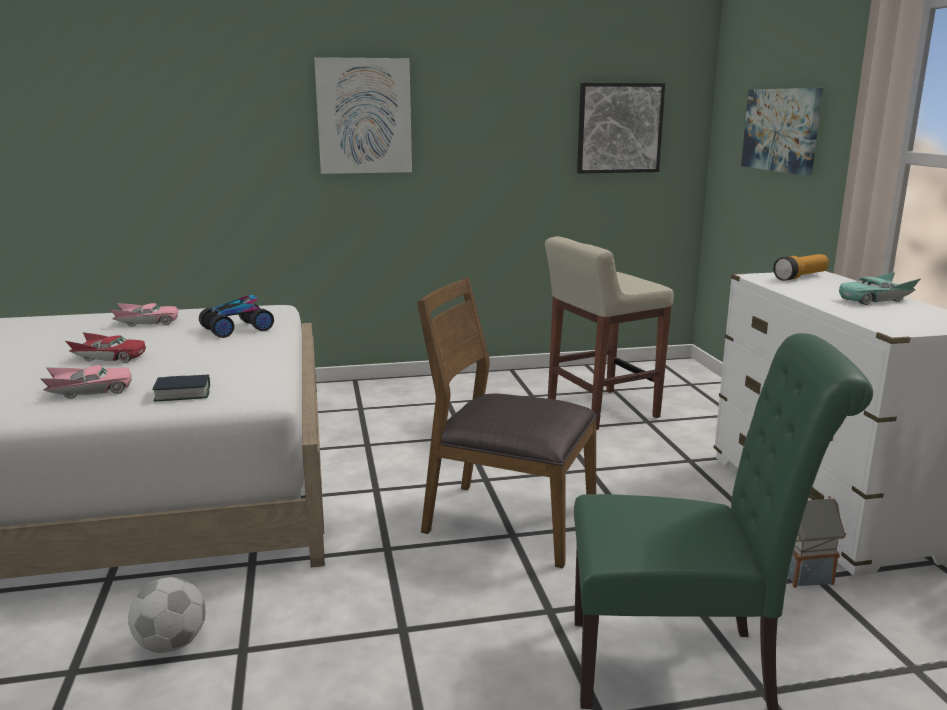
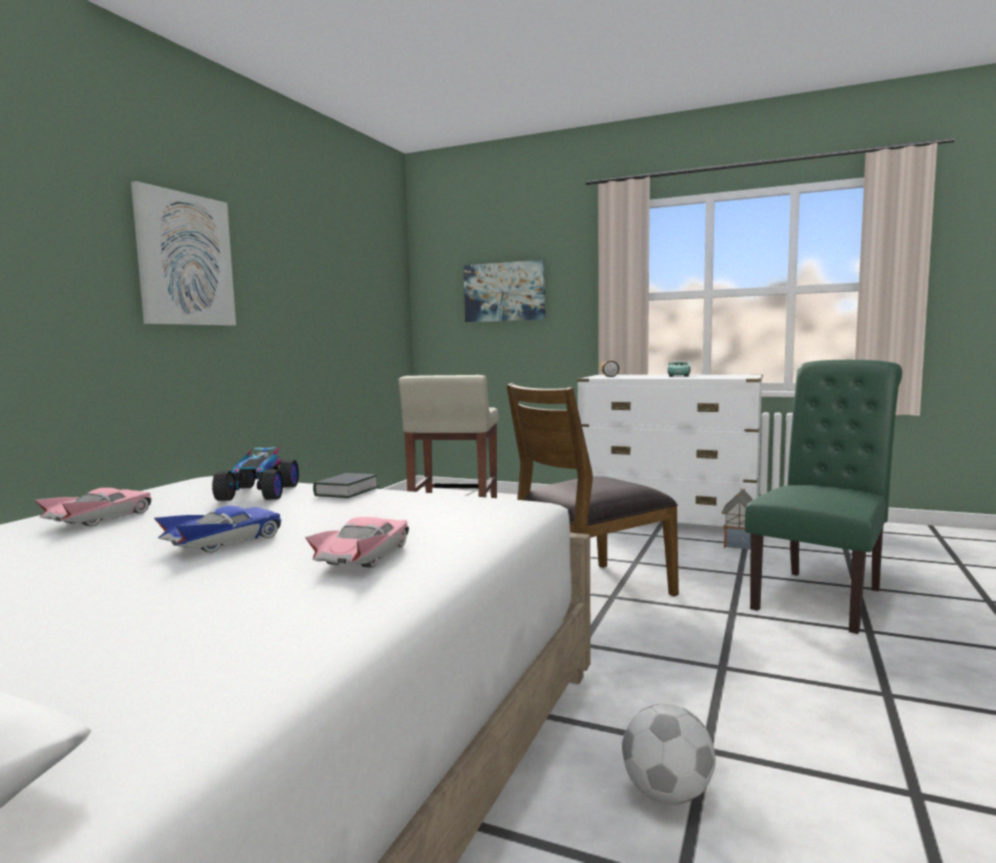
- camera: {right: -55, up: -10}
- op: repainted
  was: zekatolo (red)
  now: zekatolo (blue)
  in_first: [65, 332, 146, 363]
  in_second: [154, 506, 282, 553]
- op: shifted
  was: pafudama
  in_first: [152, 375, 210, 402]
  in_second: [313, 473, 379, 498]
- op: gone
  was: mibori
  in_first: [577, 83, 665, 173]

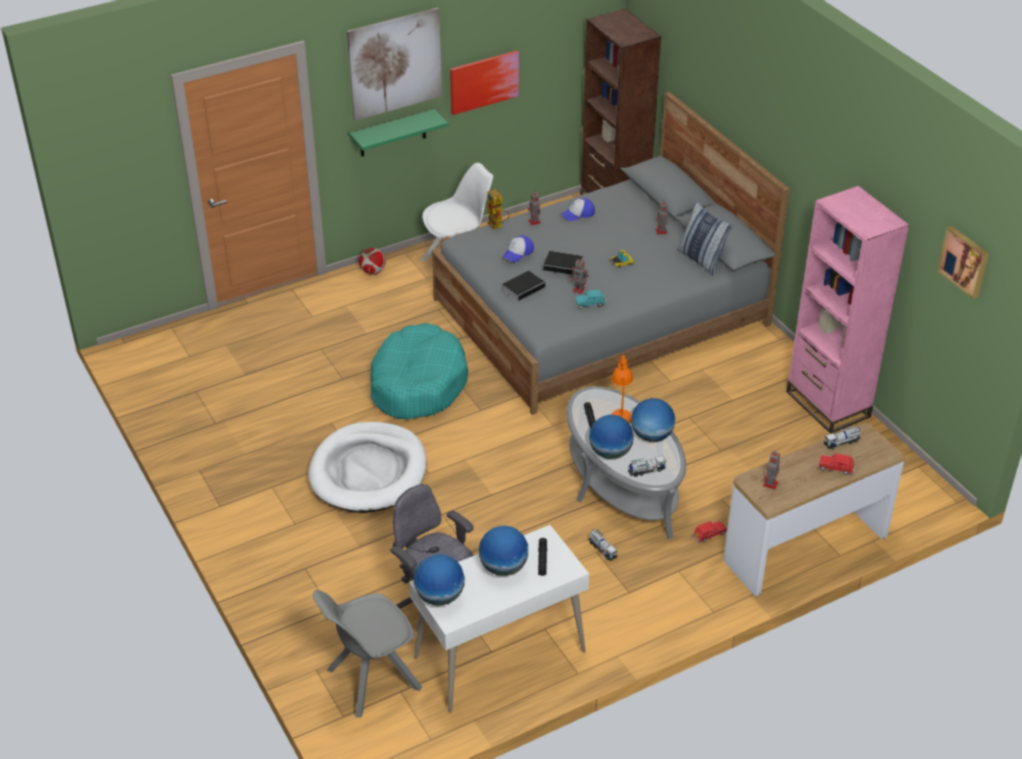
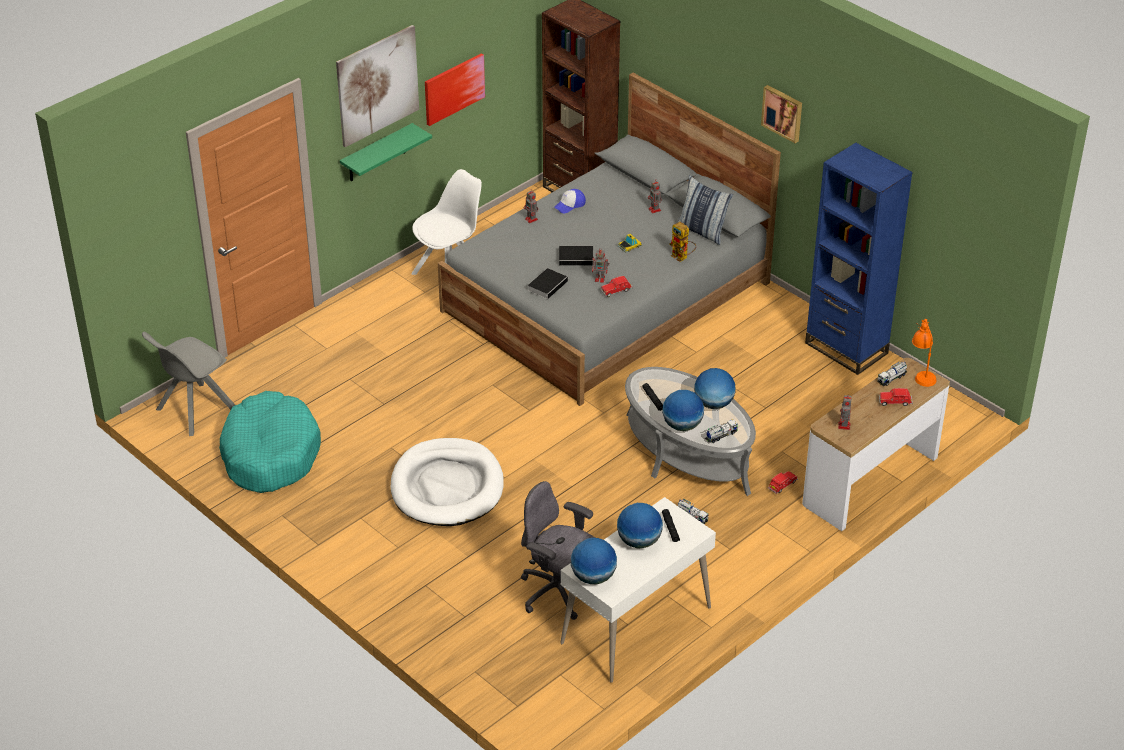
- camera: {right: -15, up: 0}
- op: shifted
  was: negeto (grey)
  in_first: [313, 590, 422, 718]
  in_second: [142, 332, 235, 436]
- op: shifted
  was: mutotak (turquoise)
  in_first: [371, 323, 468, 420]
  in_second: [219, 391, 321, 493]
- op: repainted
  was: zekatolo (turquoise)
  now: zekatolo (red)
  in_first: [574, 290, 607, 309]
  in_second: [600, 276, 633, 297]
- op: shifted
  was: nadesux
  in_first: [487, 189, 510, 230]
  in_second: [669, 222, 696, 262]
- op: shifted
  was: mibori
  in_first: [937, 226, 989, 299]
  in_second: [761, 85, 802, 143]
- op: repainted
  was: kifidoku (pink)
  now: kifidoku (blue)
  in_first: [786, 186, 909, 434]
  in_second: [805, 143, 913, 375]
- op: shifted
  was: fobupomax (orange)
  in_first: [611, 355, 633, 424]
  in_second: [912, 319, 937, 387]
- op: gone
  was: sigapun
  in_first: [359, 248, 386, 275]
- op: gone
  was: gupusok
  in_first: [502, 235, 534, 262]

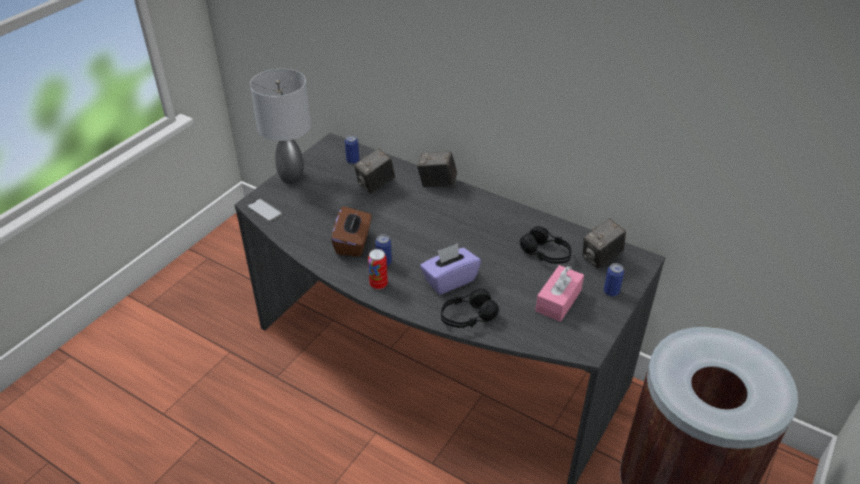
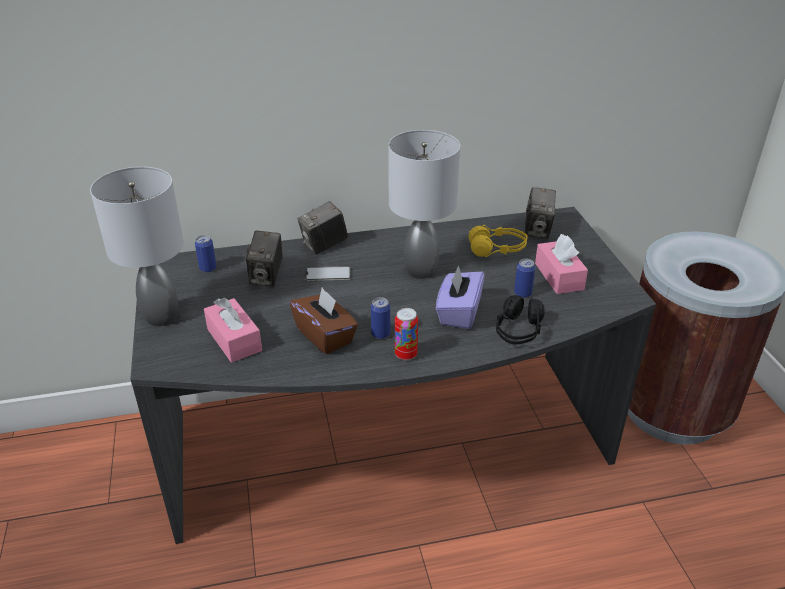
- camera: {right: -45, up: -5}
- op: new
  now: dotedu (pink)
  in_second: [204, 297, 262, 363]
- op: shifted
  was: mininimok
  in_first: [246, 198, 283, 222]
  in_second: [305, 266, 351, 281]
- op: new
  now: fobupomax (grey)
  in_second: [388, 130, 460, 279]
- op: repainted
  was: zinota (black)
  now: zinota (yellow)
  in_first: [520, 226, 572, 264]
  in_second: [468, 225, 528, 257]
- op: shifted
  was: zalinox
  in_first: [604, 263, 624, 296]
  in_second: [514, 259, 535, 298]

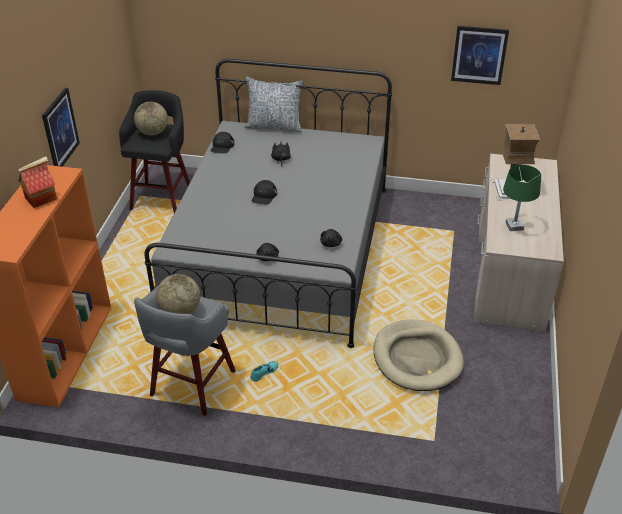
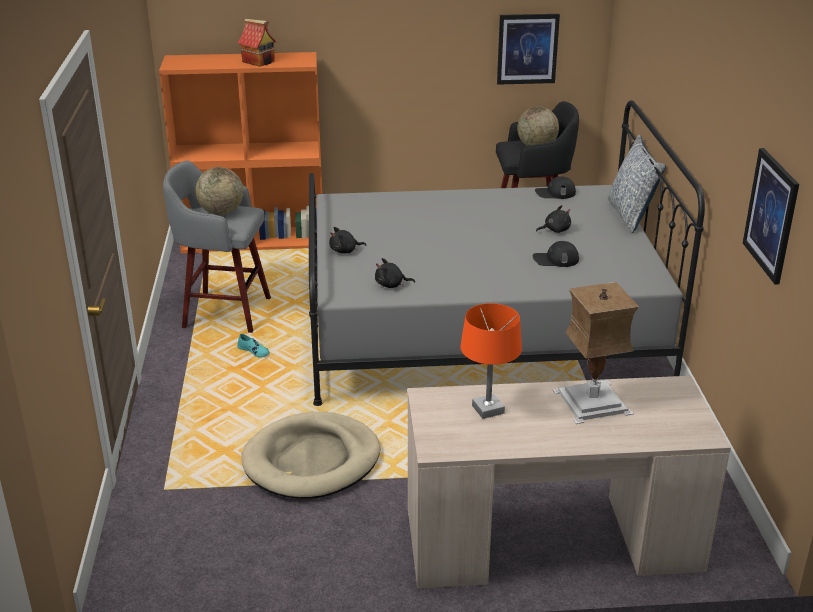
- camera: {right: 75, up: -10}
- op: repainted
  was: fobupomax (green)
  now: fobupomax (orange)
  in_first: [503, 165, 541, 231]
  in_second: [460, 303, 522, 419]
- op: shifted
  was: mibori
  in_first: [42, 87, 80, 167]
  in_second: [497, 14, 560, 85]
- op: shifted
  was: gupusok (black)
  in_first: [252, 180, 277, 204]
  in_second: [533, 241, 579, 267]

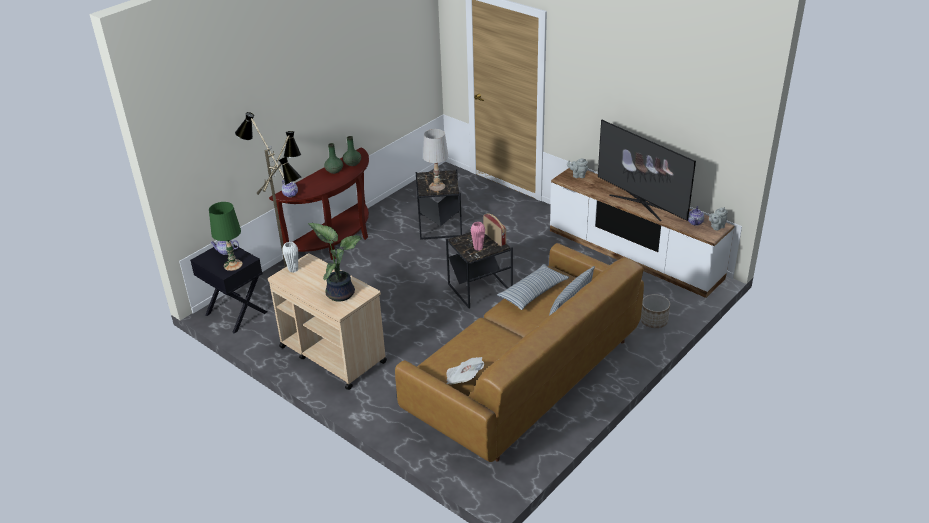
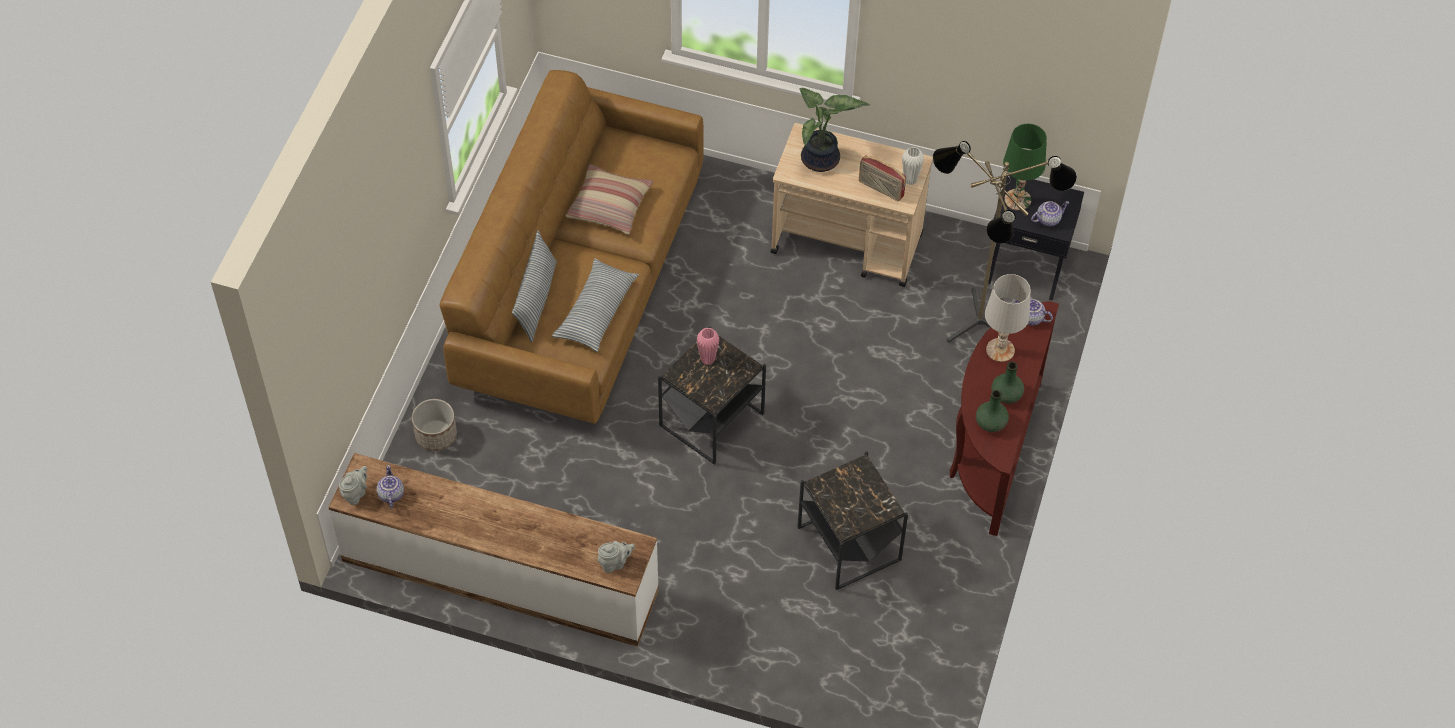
- camera: {right: 155, up: 20}
- op: new
  now: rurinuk
  in_second: [565, 164, 653, 235]
- op: shifted
  was: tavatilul
  in_first: [483, 213, 506, 246]
  in_second: [859, 155, 906, 201]
- op: shifted
  was: fobupomax (white)
  in_first: [423, 129, 448, 191]
  in_second: [985, 274, 1031, 362]
- op: gone
  was: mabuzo
  in_first: [446, 357, 484, 385]
- op: gone
  was: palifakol
  in_first: [598, 120, 696, 221]

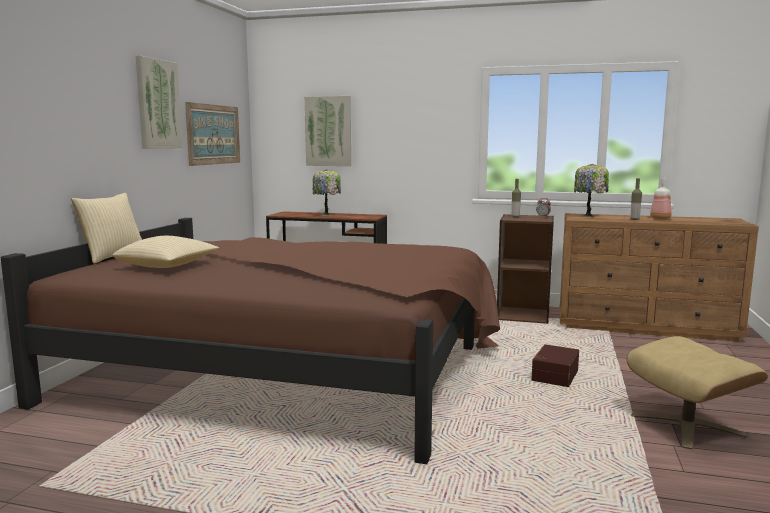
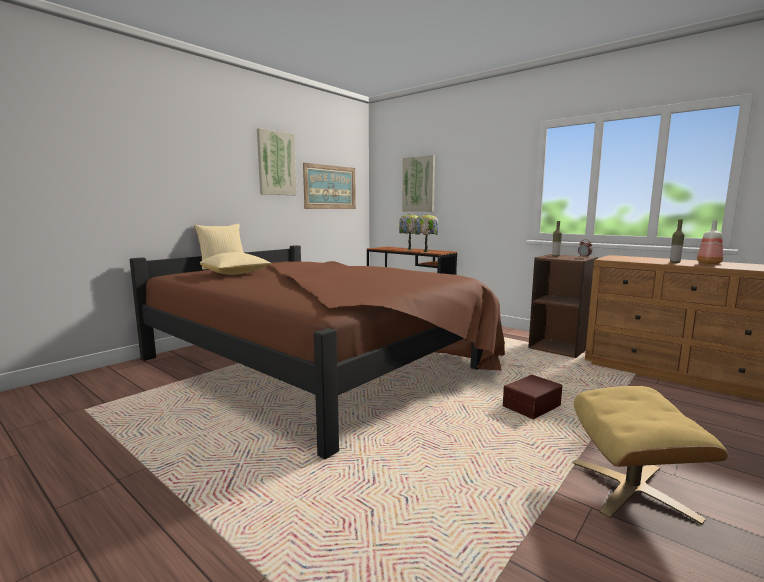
- camera: {right: 25, up: 0}
- op: shifted
  was: fobupomax
  in_first: [574, 164, 609, 217]
  in_second: [415, 214, 438, 253]

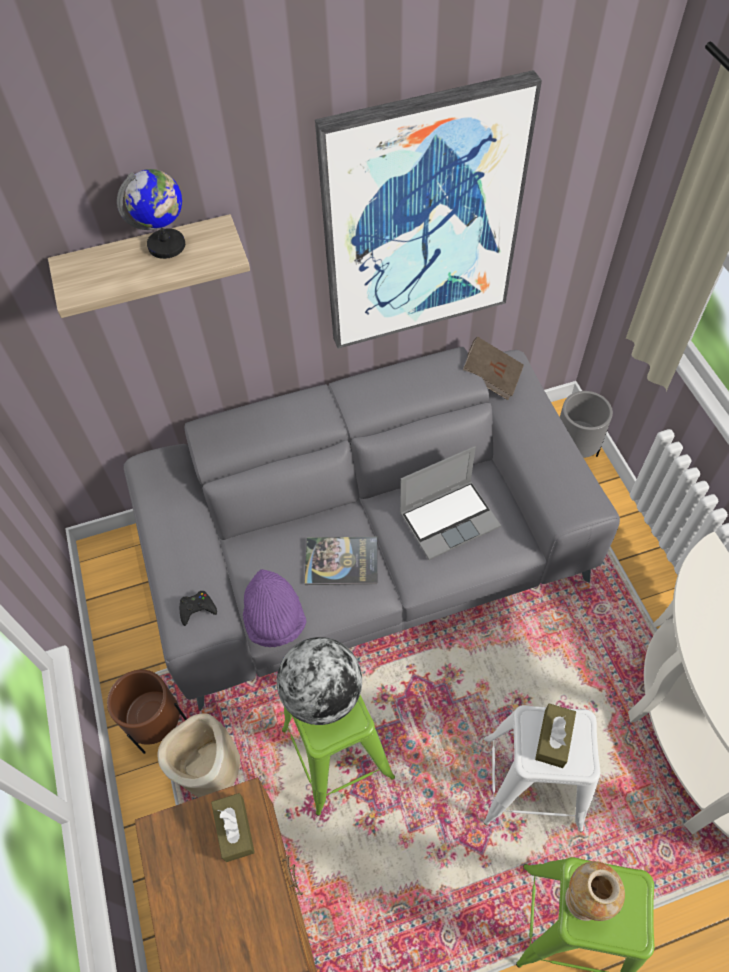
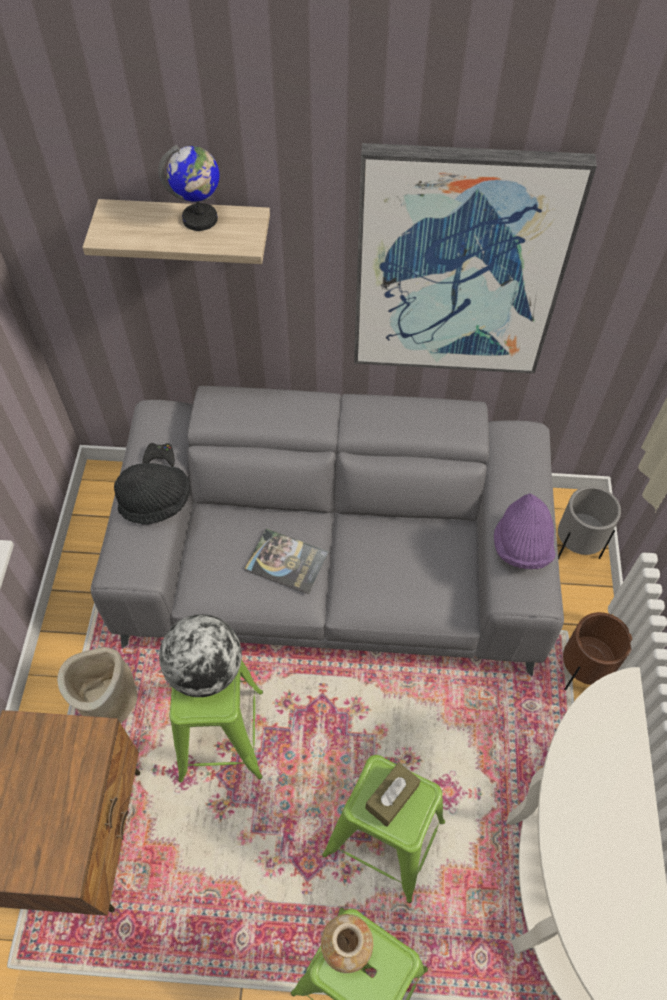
- camera: {right: 20, up: 0}
- op: new
  now: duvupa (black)
  in_second: [114, 463, 190, 525]
- op: shifted
  was: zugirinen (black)
  in_first: [180, 591, 217, 626]
  in_second: [143, 443, 175, 467]
- op: repainted
  was: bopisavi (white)
  now: bopisavi (green)
  in_first: [484, 705, 600, 832]
  in_second: [322, 755, 445, 903]
- op: shifted
  was: duvupa (purple)
  in_first: [243, 569, 306, 647]
  in_second: [494, 493, 555, 569]
- op: shifted
  was: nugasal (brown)
  in_first: [107, 670, 187, 754]
  in_second: [563, 612, 632, 691]
- op: gone
  was: dotedu (brown)
  in_first: [211, 793, 255, 862]
- op: gone
  was: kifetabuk
  in_first: [399, 446, 501, 560]
- op: gone
  was: pafudama (brown)
  in_first: [463, 337, 524, 400]

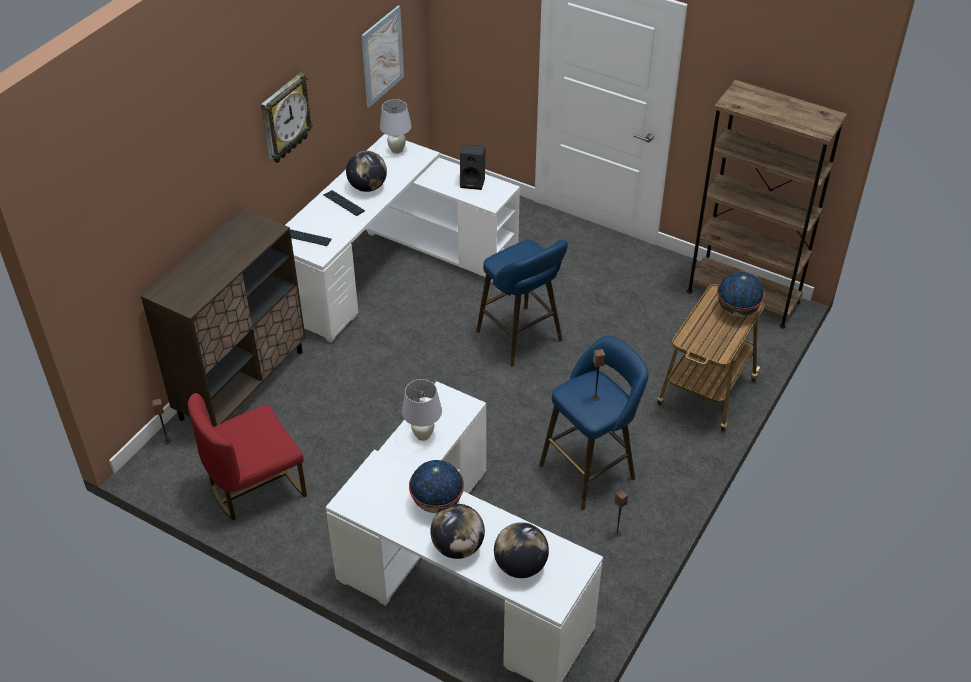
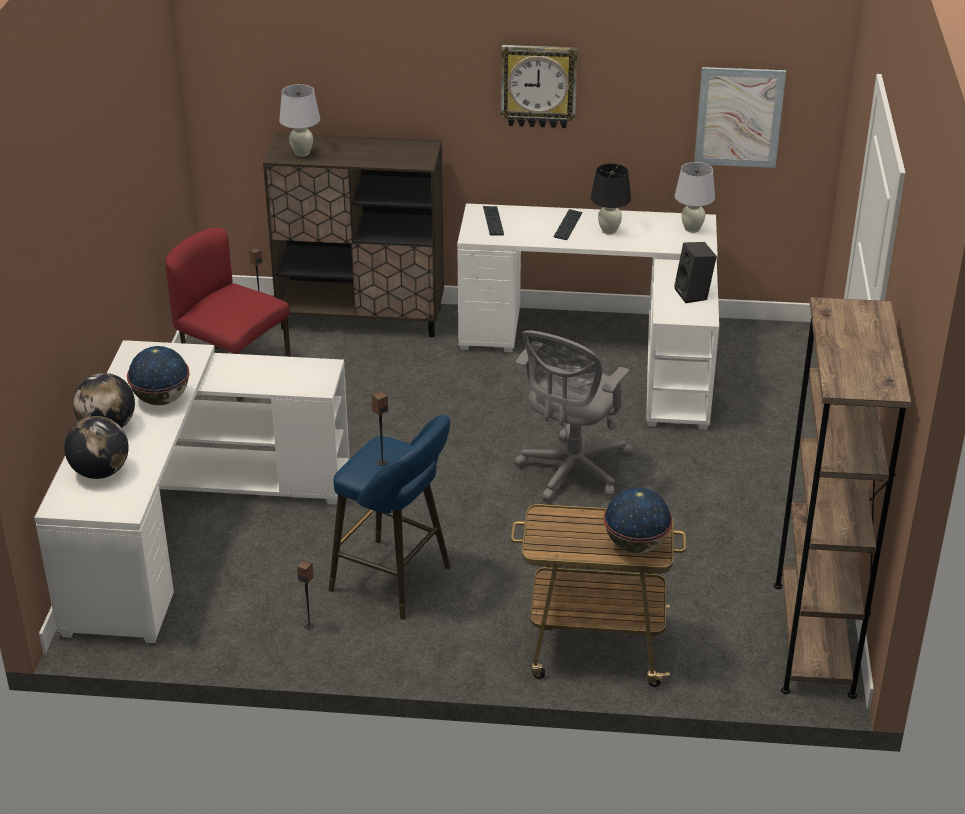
- camera: {right: 65, up: -10}
- op: shifted
  was: fobupomax (white)
  in_first: [402, 379, 442, 441]
  in_second: [279, 84, 320, 157]
- op: swapped
  was: bopisavi (blue)
  now: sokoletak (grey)
  in_first: [476, 239, 568, 367]
  in_second: [515, 330, 633, 502]
- op: swapped
  was: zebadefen
  now: fobupomax (black)
  in_first: [346, 151, 387, 192]
  in_second: [591, 164, 631, 234]

